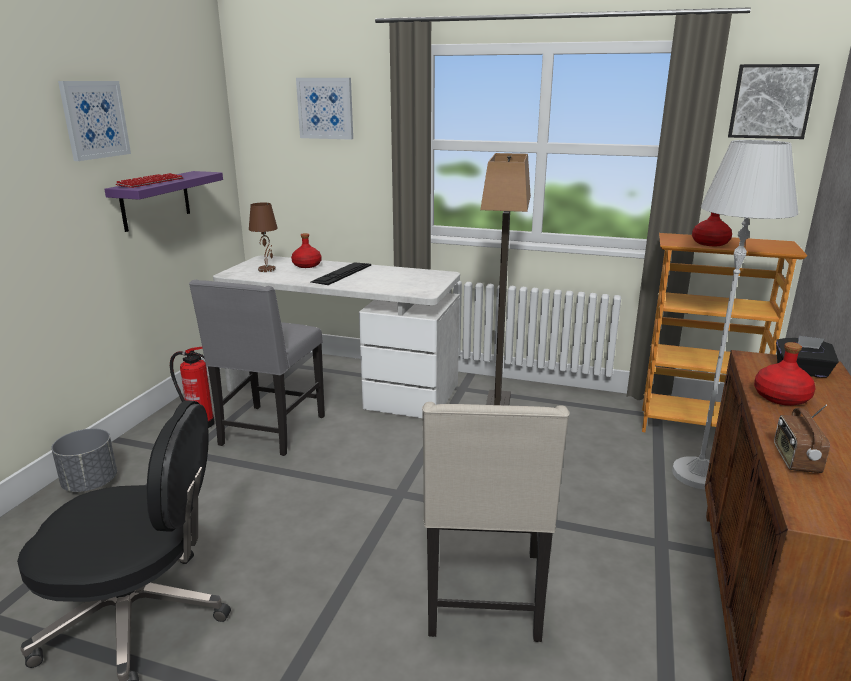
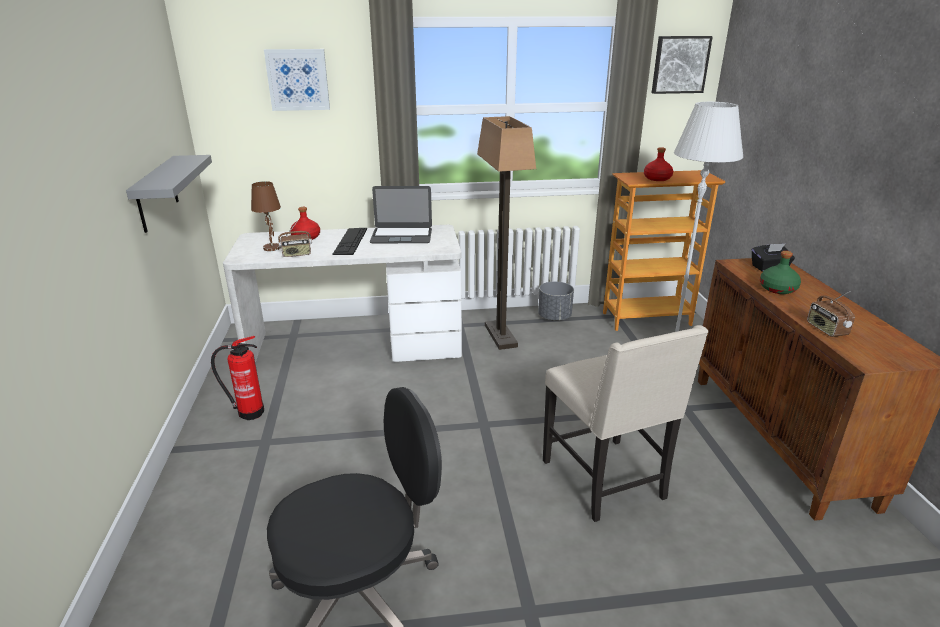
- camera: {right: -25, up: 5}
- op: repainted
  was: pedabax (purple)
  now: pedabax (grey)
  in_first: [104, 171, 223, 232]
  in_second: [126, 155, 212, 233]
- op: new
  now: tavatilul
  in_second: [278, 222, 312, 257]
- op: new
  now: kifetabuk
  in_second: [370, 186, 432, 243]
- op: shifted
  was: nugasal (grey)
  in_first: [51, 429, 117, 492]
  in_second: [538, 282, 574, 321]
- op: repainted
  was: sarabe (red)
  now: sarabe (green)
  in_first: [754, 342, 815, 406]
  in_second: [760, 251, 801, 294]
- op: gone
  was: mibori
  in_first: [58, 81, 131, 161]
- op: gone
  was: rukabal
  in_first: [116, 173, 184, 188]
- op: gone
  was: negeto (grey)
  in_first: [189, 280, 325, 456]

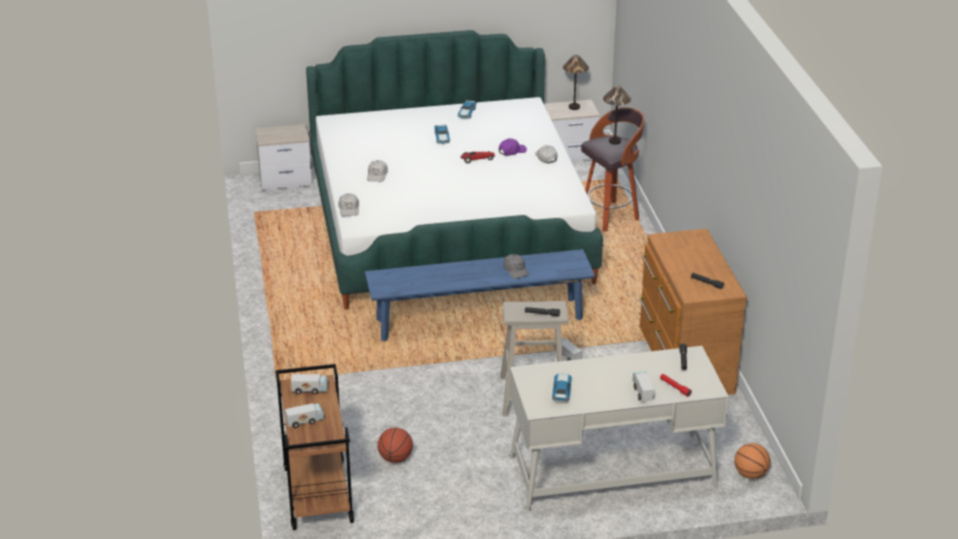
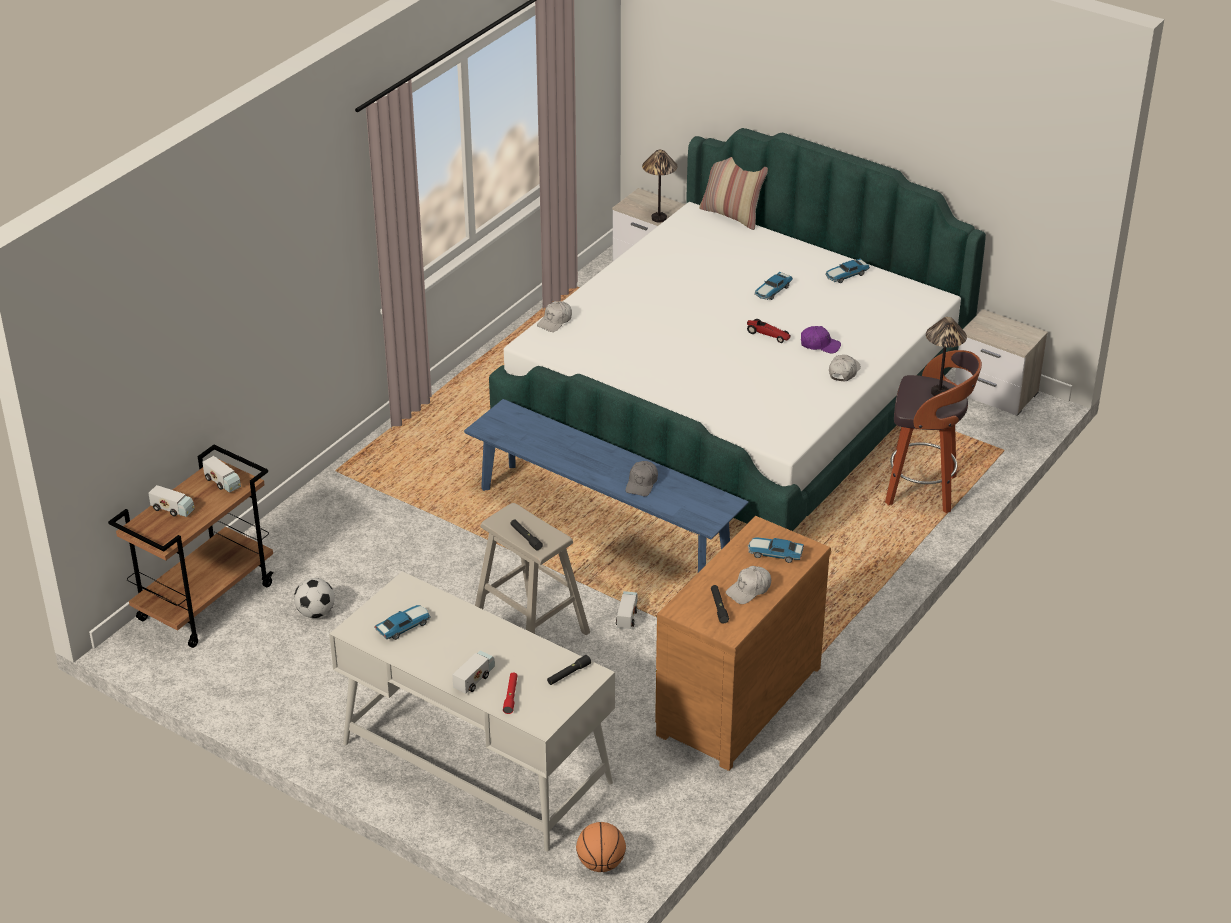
- camera: {right: 45, up: 5}
- op: swapped
  was: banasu
  now: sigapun
  in_first: [378, 428, 413, 463]
  in_second: [294, 578, 335, 618]
- op: shifted
  was: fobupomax
  in_first: [563, 55, 589, 110]
  in_second: [642, 150, 678, 223]
- op: new
  now: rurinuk
  in_second: [699, 157, 768, 230]
- op: shifted
  was: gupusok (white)
  in_first: [367, 160, 388, 182]
  in_second: [726, 566, 771, 604]
- op: new
  now: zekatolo
  in_second: [748, 537, 804, 563]

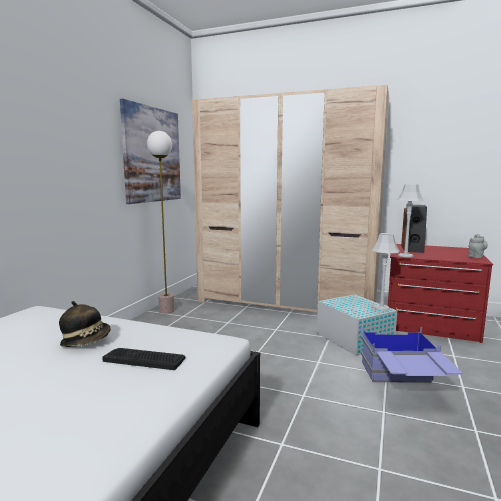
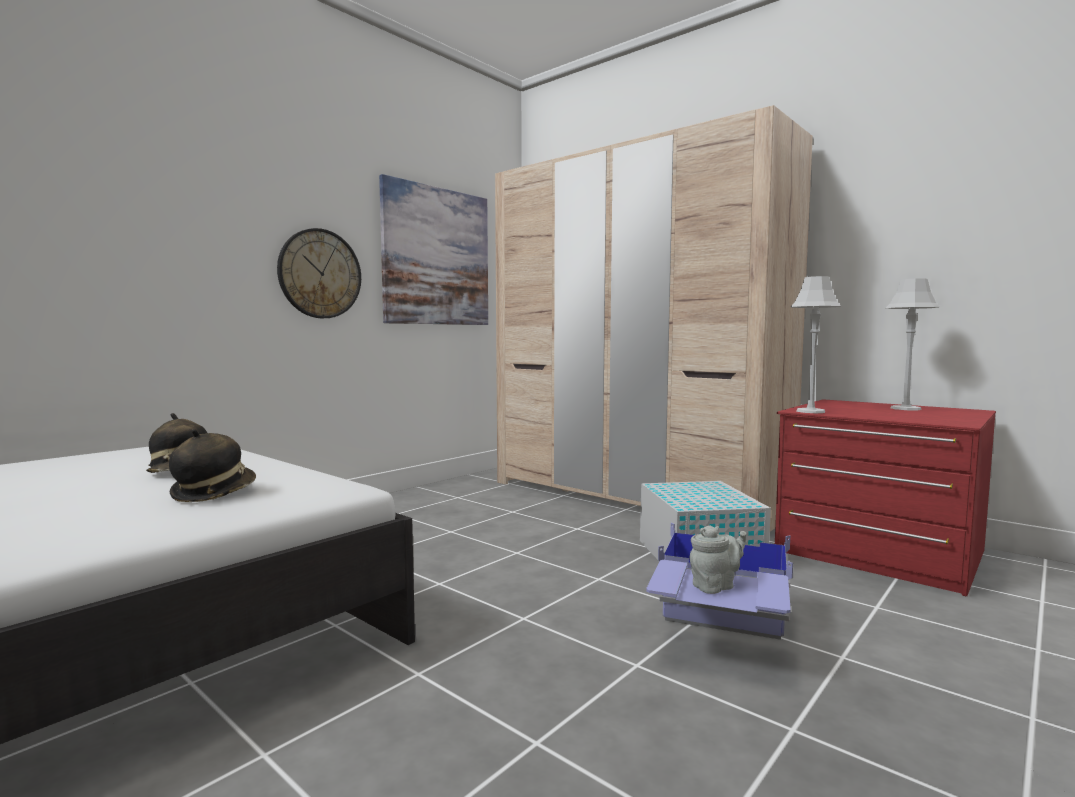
- camera: {right: 20, up: -5}
- op: swapped
  was: rukabal
  now: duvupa
  in_first: [102, 348, 185, 370]
  in_second: [169, 429, 256, 502]
- op: new
  now: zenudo
  in_second: [277, 228, 361, 318]
- op: shifted
  was: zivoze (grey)
  in_first: [468, 234, 488, 258]
  in_second: [690, 525, 746, 594]
- op: shifted
  was: fobupomax (grey)
  in_first: [371, 233, 400, 311]
  in_second: [886, 278, 940, 410]
- op: gone
  was: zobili
  in_first: [147, 131, 175, 313]
- op: gone
  was: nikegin
  in_first: [401, 205, 427, 253]

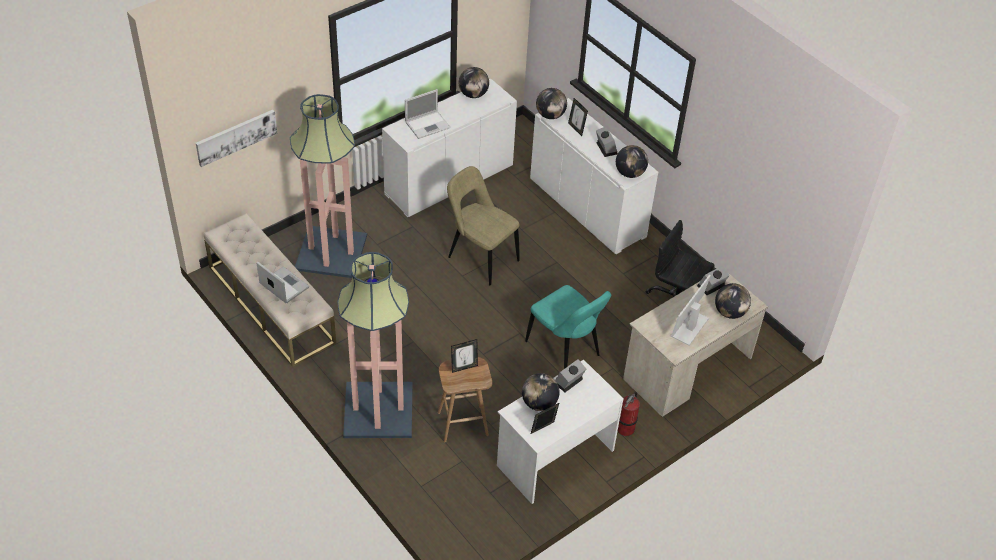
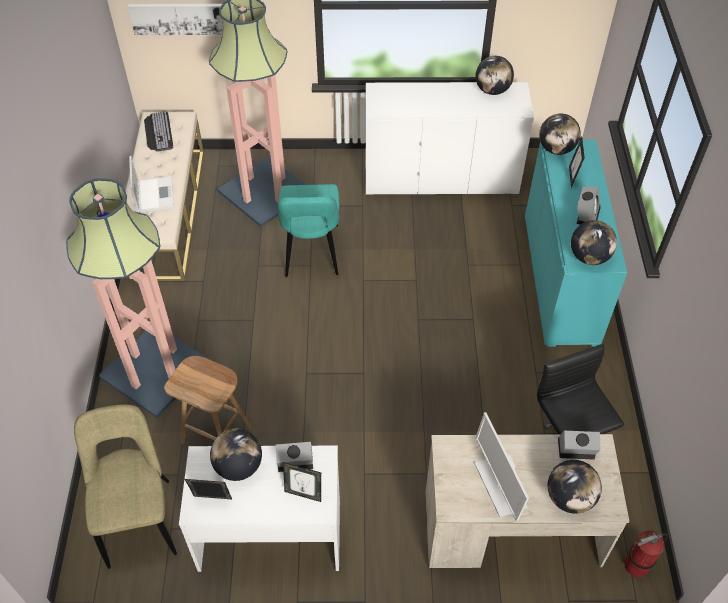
- camera: {right: 40, up: 5}
- op: shifted
  was: negeto (beige)
  in_first: [447, 166, 519, 285]
  in_second: [74, 405, 177, 569]
- op: new
  now: rukabal
  in_second: [144, 111, 173, 152]
- op: shifted
  was: negeto (turquoise)
  in_first: [525, 285, 611, 369]
  in_second: [277, 184, 340, 277]
- op: shifted
  was: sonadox
  in_first: [451, 339, 478, 373]
  in_second: [283, 462, 321, 502]
- op: rotated
  was: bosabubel
  in_first: [671, 274, 711, 346]
  in_second: [474, 412, 529, 522]
  clockwise: -90
- op: repainted
  was: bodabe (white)
  now: bodabe (turquoise)
  in_first: [530, 98, 658, 254]
  in_second: [525, 140, 627, 347]
- op: shifted
  was: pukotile
  in_first: [618, 392, 640, 436]
  in_second: [624, 531, 668, 577]
- op: gone
  was: kifetabuk
  in_first: [405, 89, 451, 139]

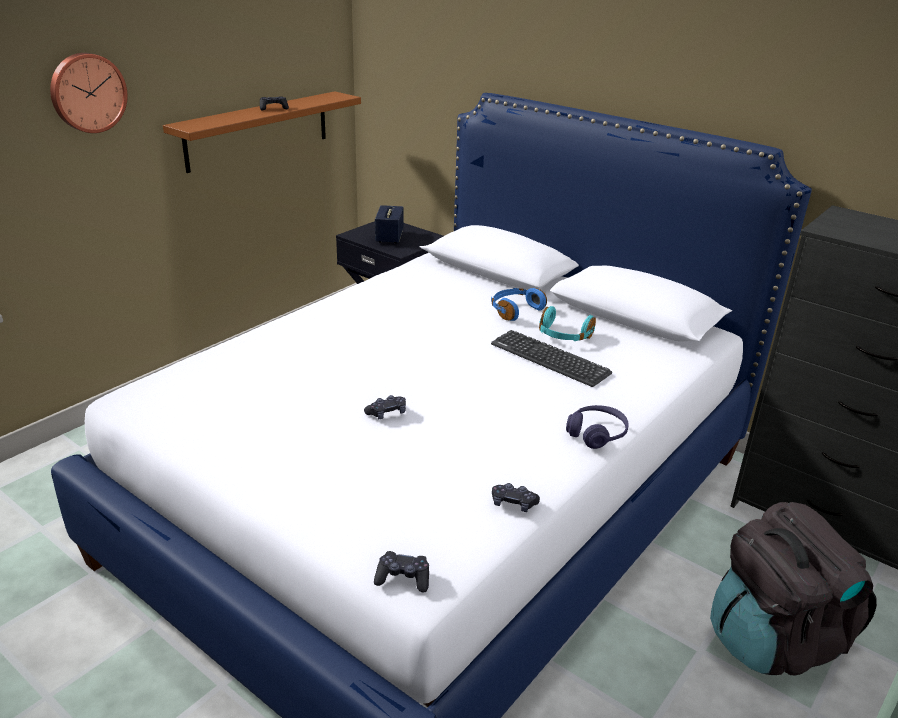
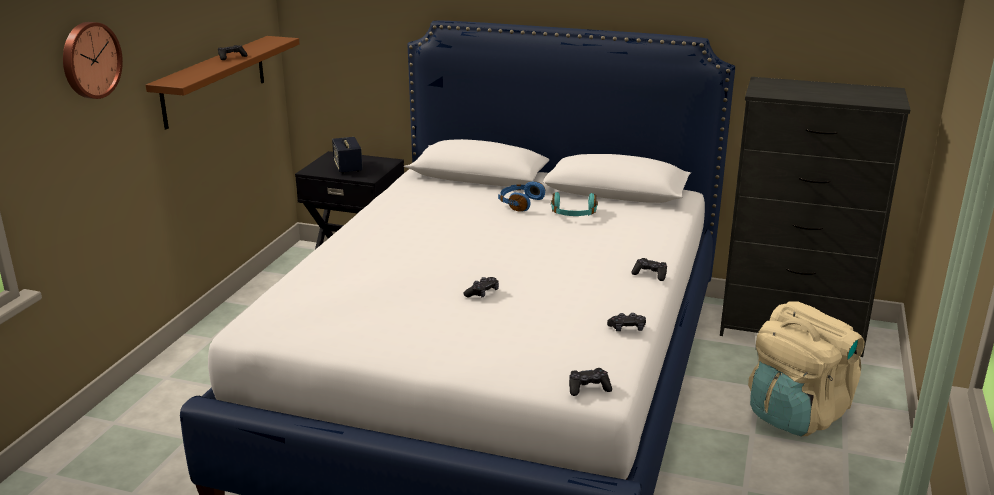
- camera: {right: -20, up: -5}
- op: swapped
  was: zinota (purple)
  now: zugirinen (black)
  in_first: [566, 405, 629, 449]
  in_second: [631, 258, 667, 281]
- op: repainted
  was: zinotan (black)
  now: zinotan (beige)
  in_first: [710, 502, 877, 676]
  in_second: [748, 301, 865, 436]
- op: gone
  was: rukabal
  in_first: [491, 330, 612, 387]

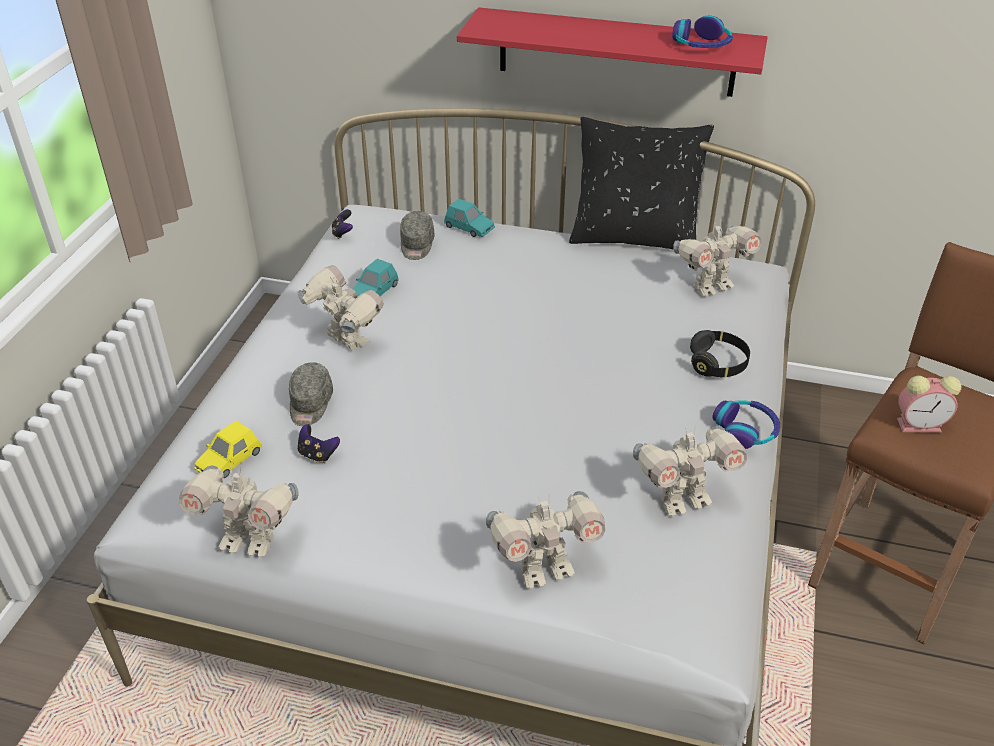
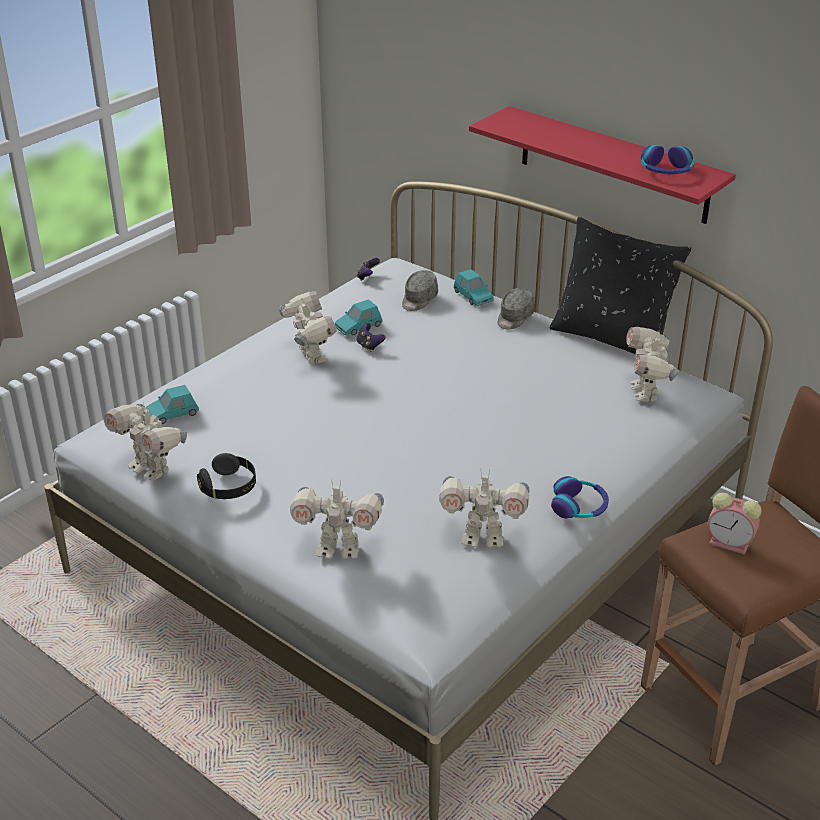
- camera: {right: 25, up: -5}
- op: repainted
  was: zekatolo (yellow)
  now: zekatolo (turquoise)
  in_first: [194, 421, 262, 478]
  in_second: [146, 385, 199, 424]
- op: shifted
  was: zinota (black)
  in_first: [690, 330, 750, 377]
  in_second: [197, 453, 256, 499]
- op: shifted
  was: zugirinen
  in_first: [298, 424, 340, 463]
  in_second: [356, 323, 385, 352]
- op: shifted
  was: gupusok (grey)
  in_first: [289, 362, 333, 426]
  in_second: [497, 288, 535, 330]
- op: rotated
  was: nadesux
  in_first: [673, 221, 762, 297]
  in_second: [626, 327, 680, 402]
  clockwise: 90

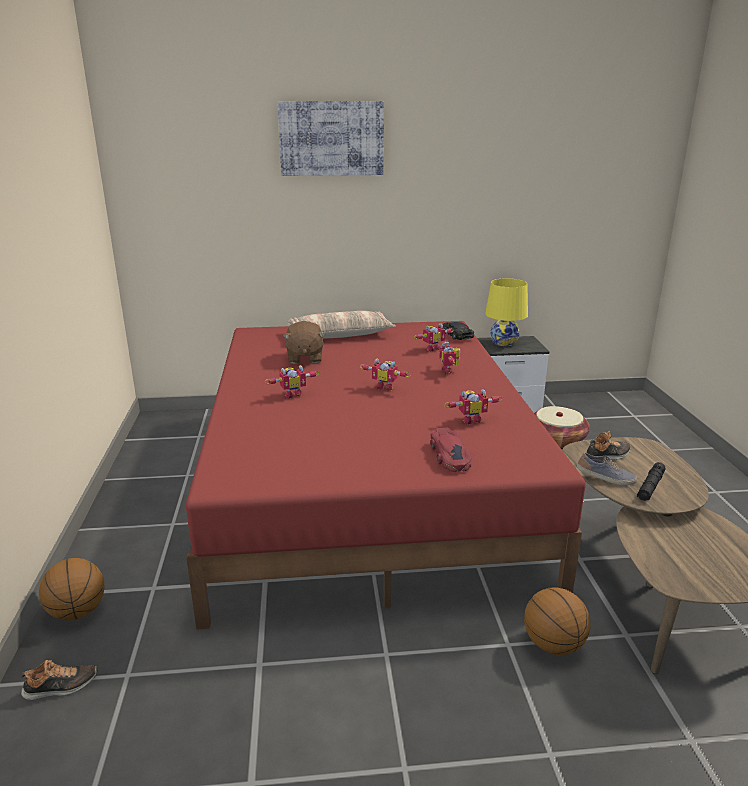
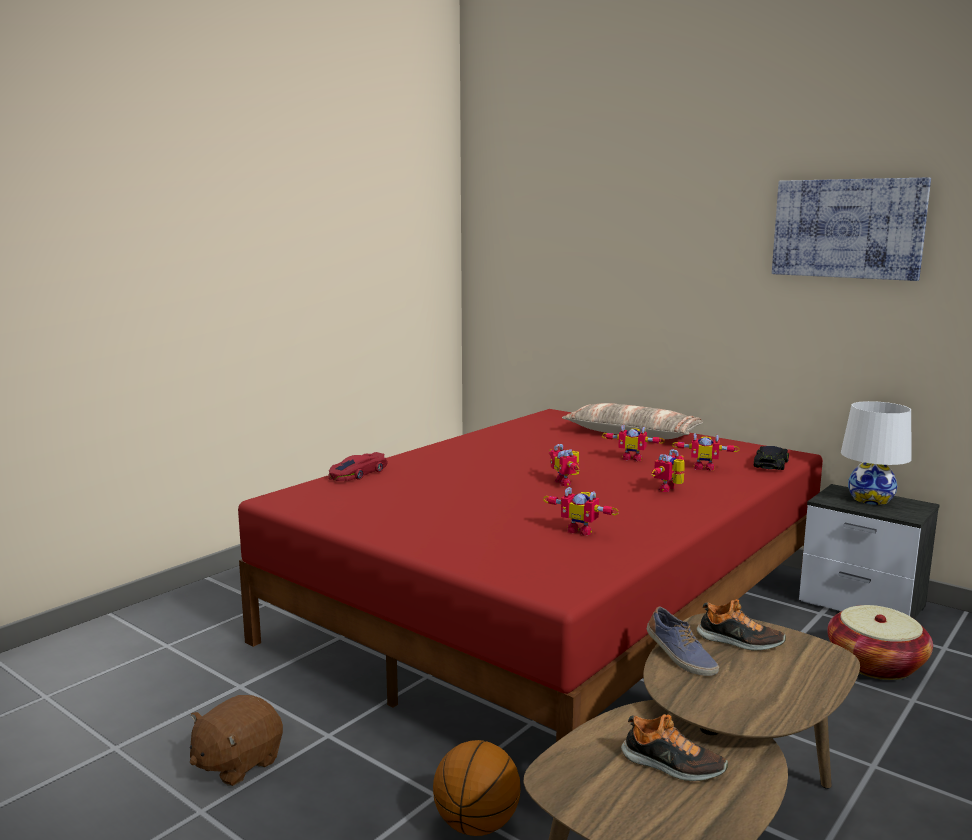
- camera: {right: 45, up: -10}
- op: shifted
  was: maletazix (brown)
  in_first: [283, 321, 325, 364]
  in_second: [190, 695, 283, 786]
- op: shifted
  was: zekatolo (red)
  in_first: [430, 428, 471, 472]
  in_second: [328, 452, 388, 481]
- op: shifted
  was: nadesux
  in_first: [265, 365, 320, 398]
  in_second: [602, 425, 665, 461]
- op: shifted
  was: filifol
  in_first: [21, 660, 98, 700]
  in_second: [621, 714, 728, 781]
- op: shifted
  was: mibori
  in_first: [277, 101, 384, 176]
  in_second: [772, 178, 931, 281]
- op: repainted
  was: fobupomax (yellow)
  now: fobupomax (white)
  in_first: [485, 278, 528, 346]
  in_second: [841, 401, 912, 505]
- op: gone
  was: banasu
  in_first: [39, 558, 105, 621]
- op: gone
  was: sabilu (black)
  in_first: [637, 462, 665, 501]

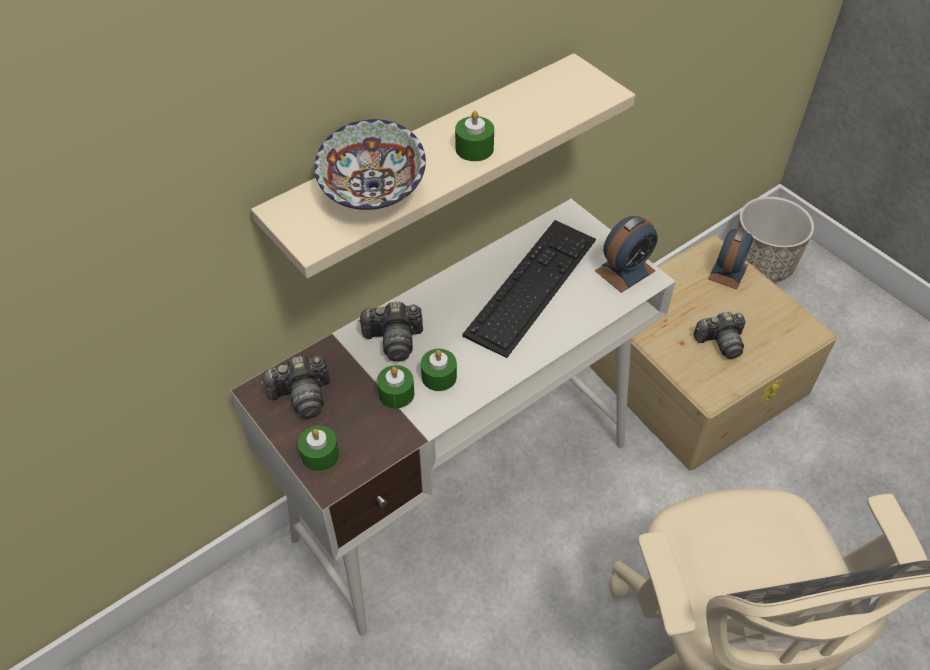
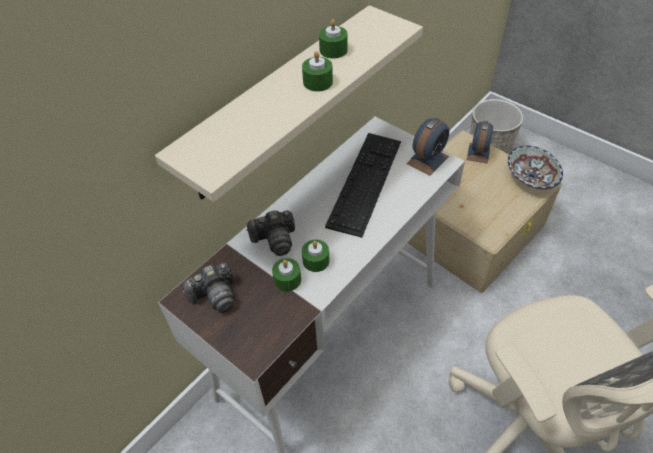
- camera: {right: -10, up: 0}
- op: shifted
  was: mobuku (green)
  in_first: [298, 425, 339, 471]
  in_second: [319, 19, 348, 59]
- op: shifted
  was: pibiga
  in_first: [314, 119, 426, 210]
  in_second: [508, 146, 563, 189]
- op: gone
  was: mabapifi
  in_first: [694, 312, 745, 359]

